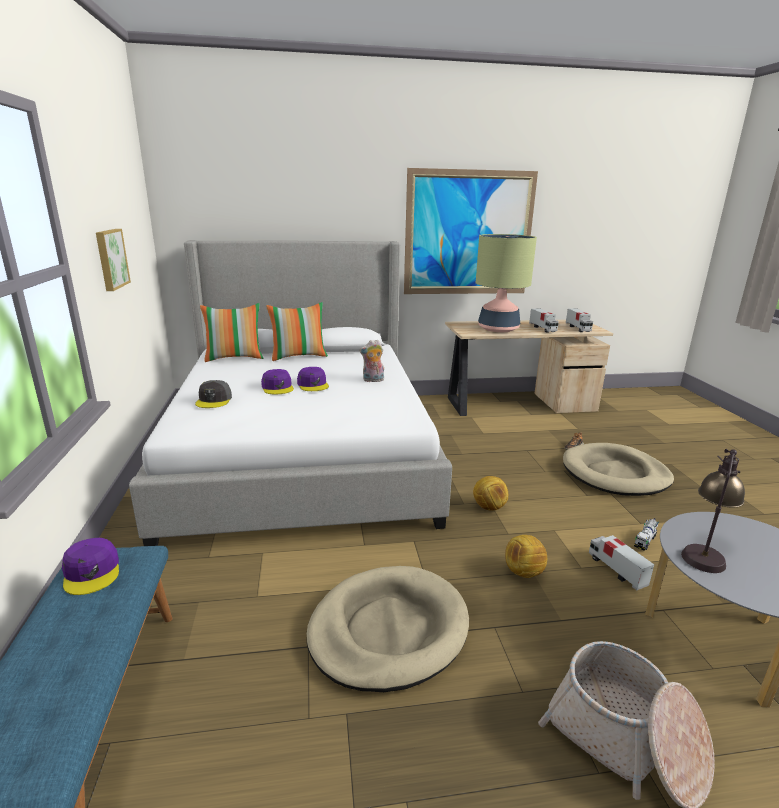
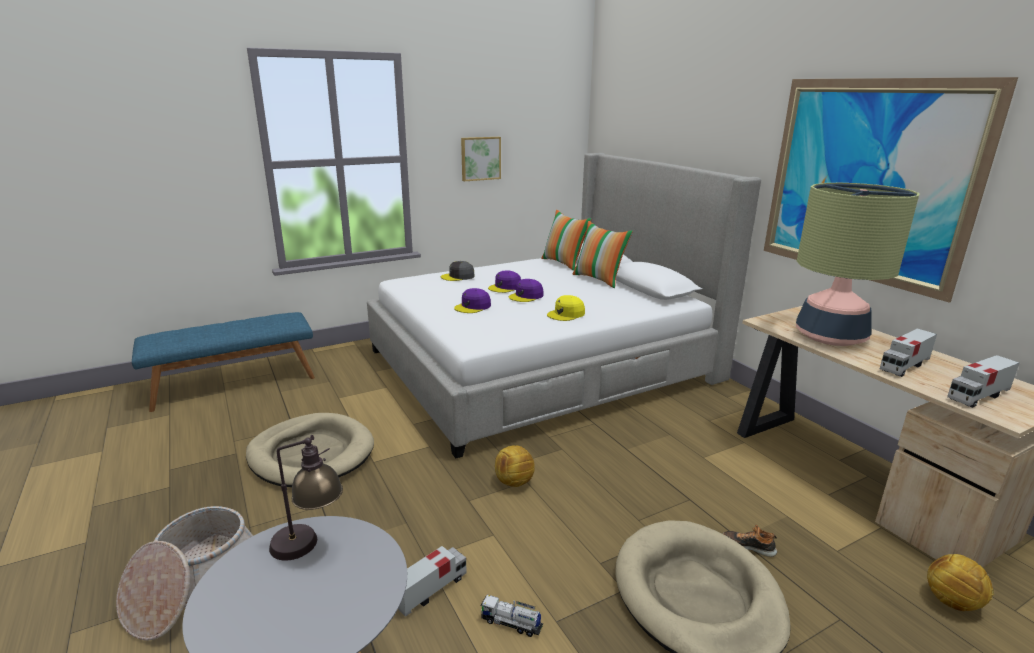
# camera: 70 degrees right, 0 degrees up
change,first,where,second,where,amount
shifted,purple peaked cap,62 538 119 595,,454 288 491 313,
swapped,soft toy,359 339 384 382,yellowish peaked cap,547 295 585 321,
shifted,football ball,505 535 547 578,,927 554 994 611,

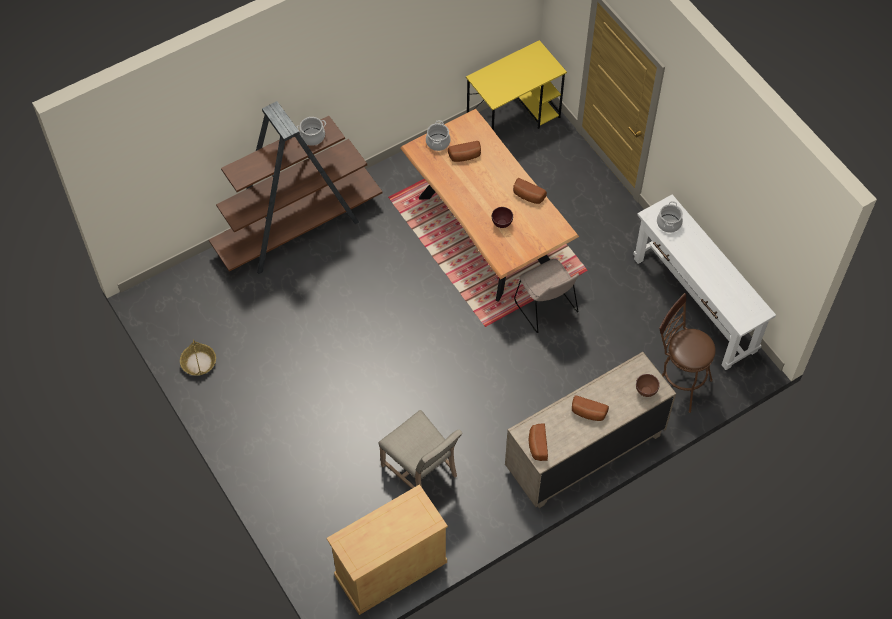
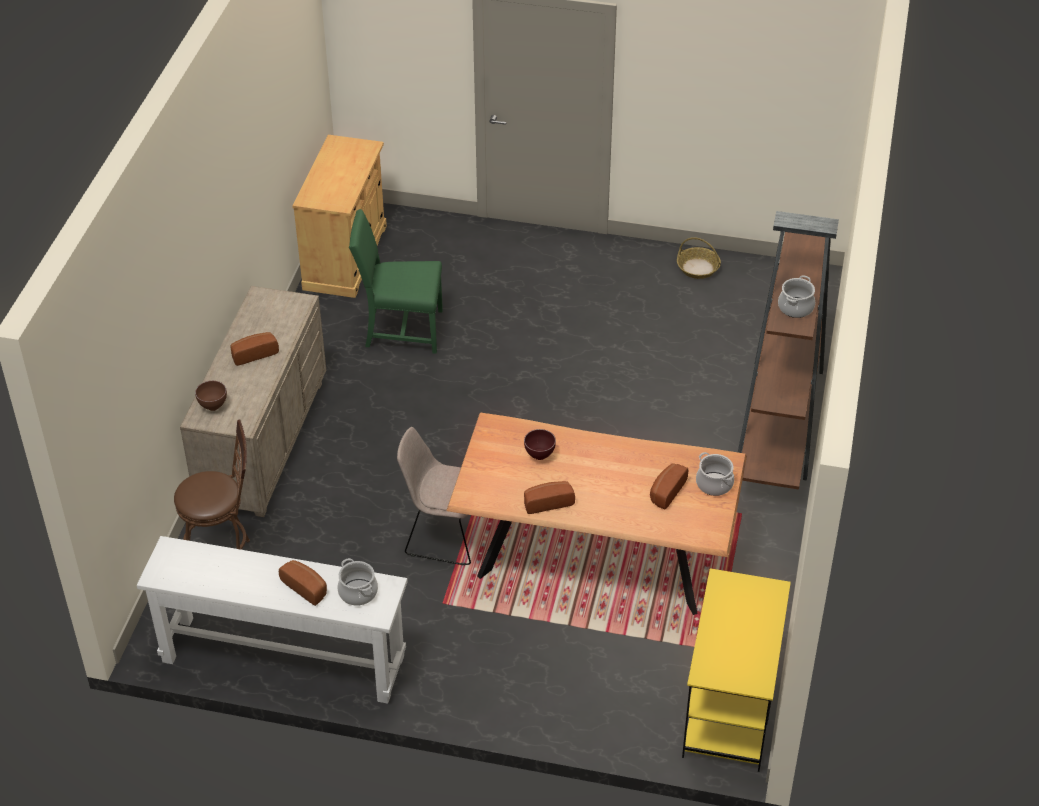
# camera: 135 degrees right, 15 degrees down
change,first,where,second,where,amount
shifted,bakery bread,529 423 548 461,,279 560 327 606,
repainted,sand-coloured plain chair,379 410 463 489,greenish plain chair,349 209 443 354,

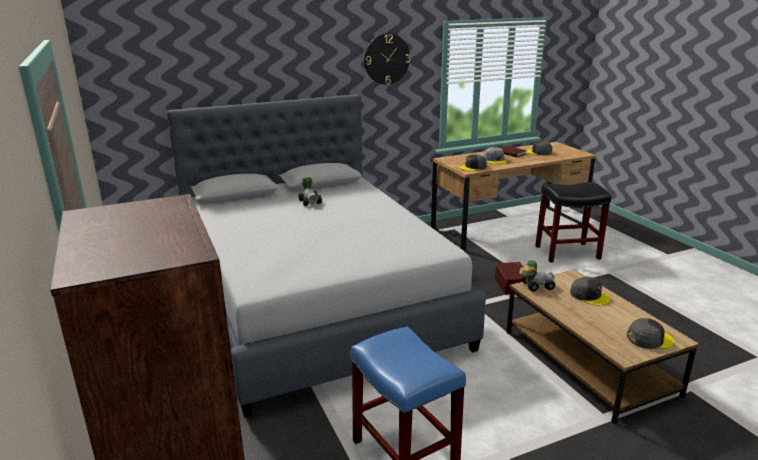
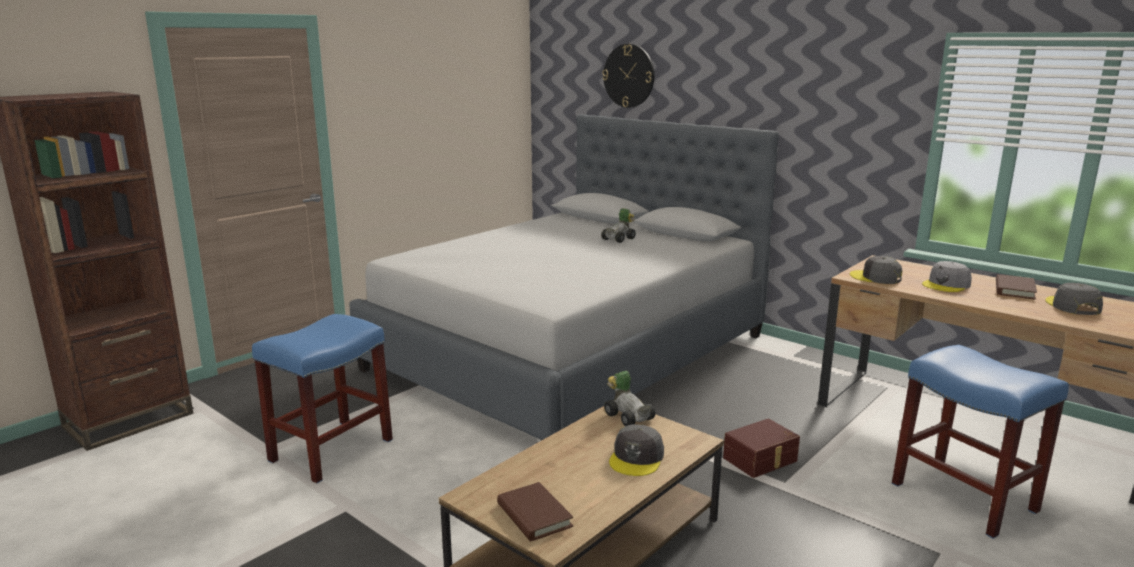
# camera: 65 degrees right, 5 degrees down
change,first,where,second,where,amount
swapped,greyish peaked cap,627 318 674 349,brownish book,497 482 573 541,
shifted,hanging clock,364 33 410 85,,602 44 654 108,
repainted,blackish sitting stool,535 182 611 263,blue-coloured sitting stool,892 345 1069 539,

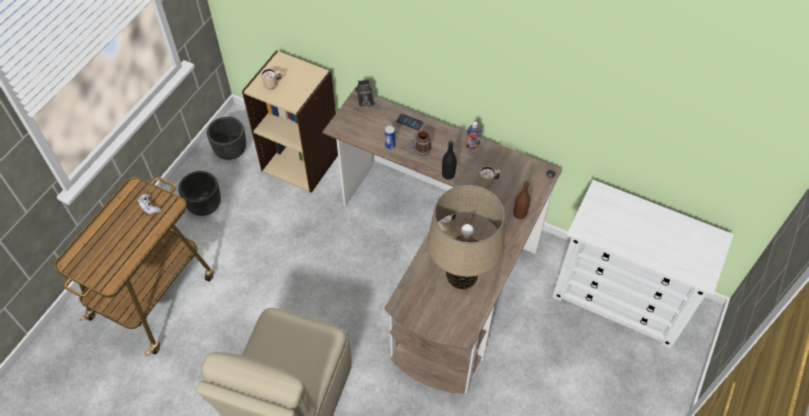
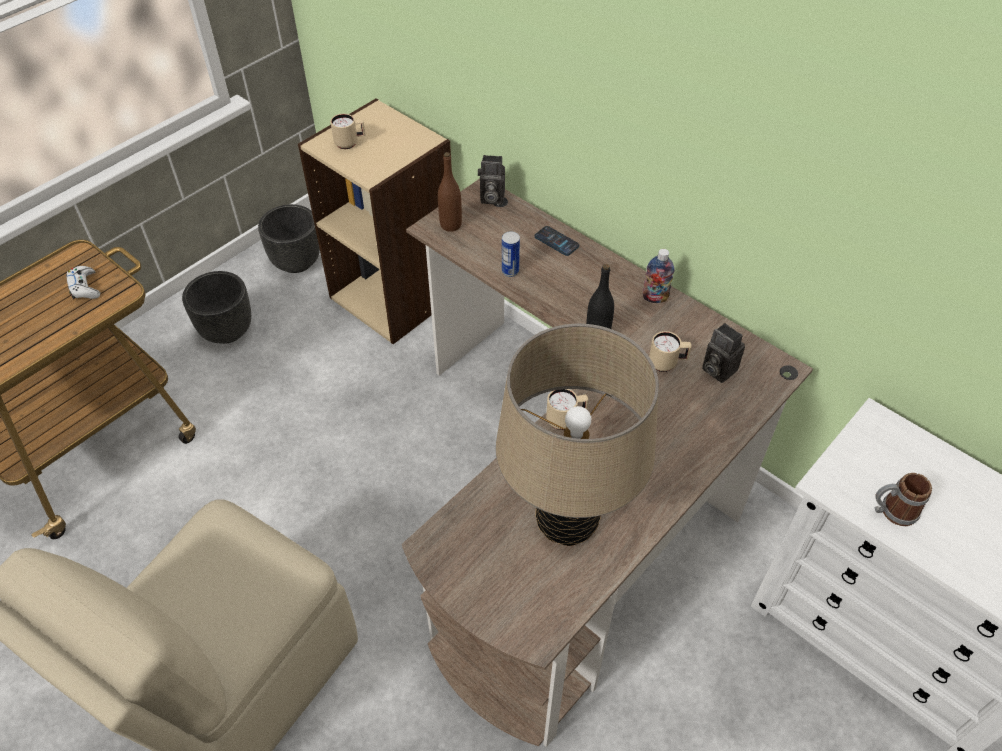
# camera: 15 degrees right, 5 degrees down
change,first,where,second,where,amount
shifted,brownish drink bottle,513 181 530 219,,438 152 462 232,
new,,,photo camera,702 323 745 383,
shifted,tea mug,408 131 431 156,,875 473 932 526,

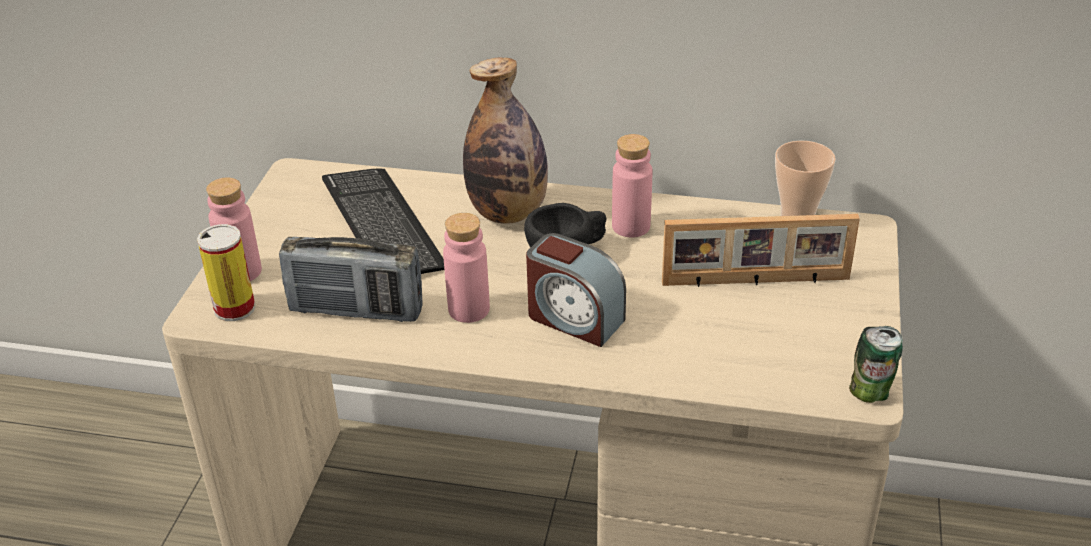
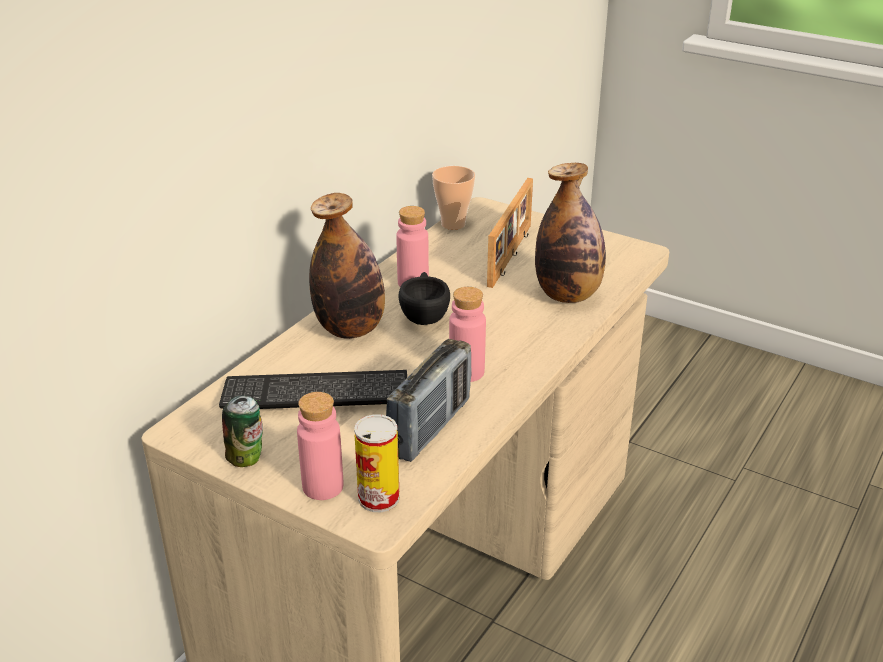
# camera: 70 degrees left, 5 degrees down
change,first,where,second,where,amount
shifted,sealed can,849 326 903 403,,222 396 263 467,
new,,,drink bottle,535 163 606 303,
gone,bedside clock,526 233 626 347,,,

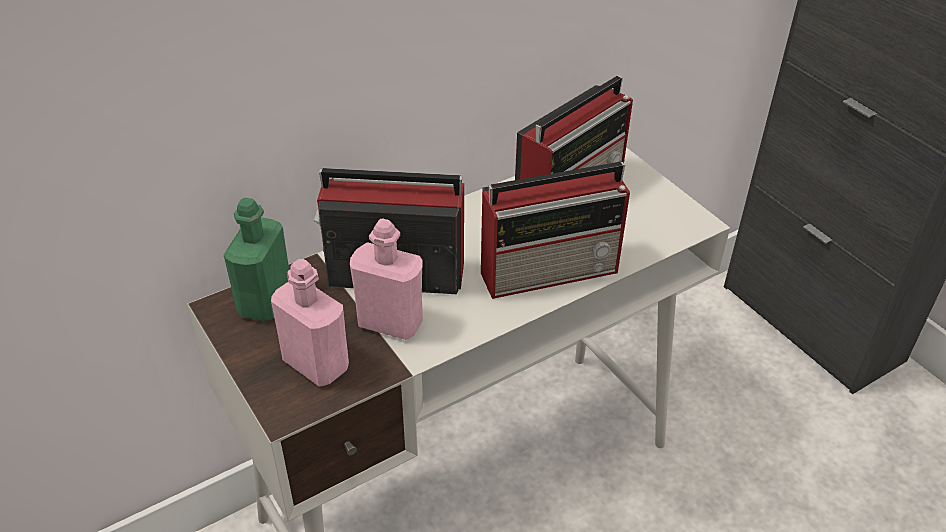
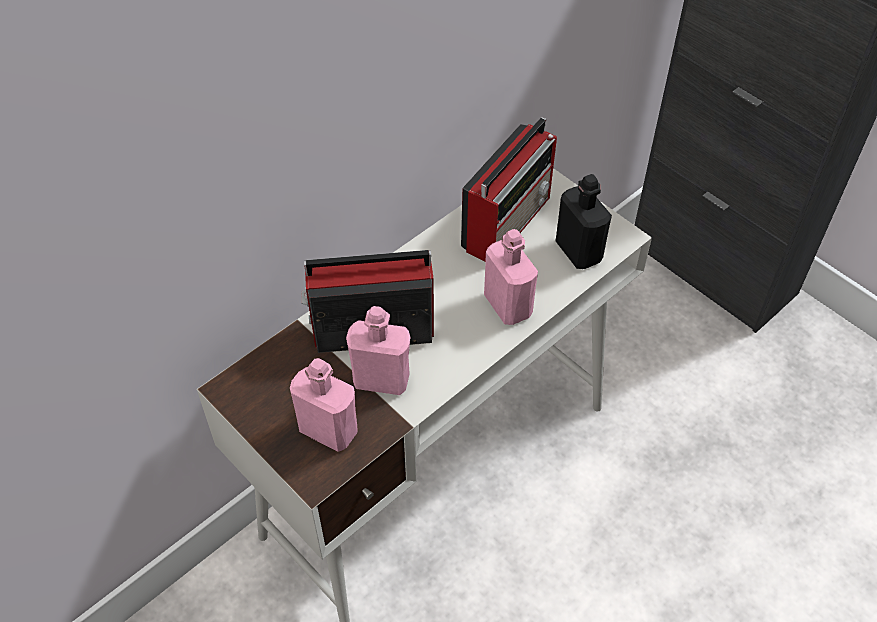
# camera: 10 degrees left, 10 degrees up
change,first,where,second,where,amount
swapped,radio set,481 162 630 299,pink-coloured drink bottle,484 229 538 325,
new,,,blackish drink bottle,556 174 612 269,
gone,greenish drink bottle,224 198 289 321,,,

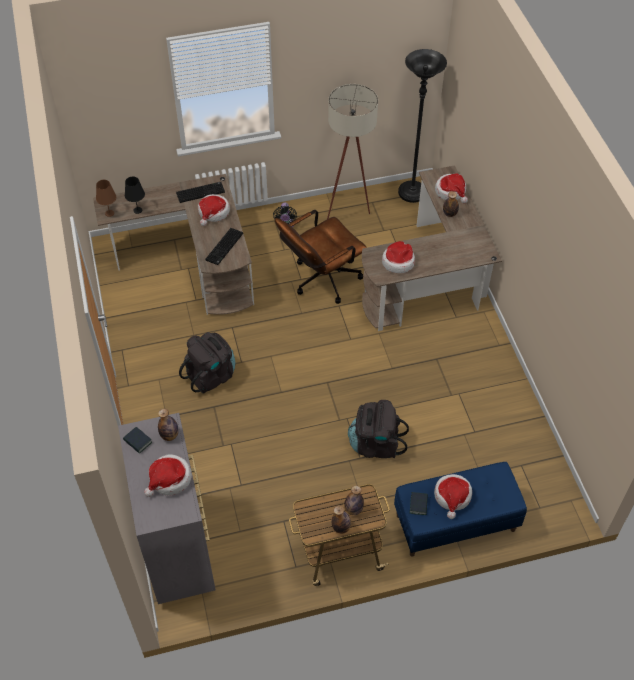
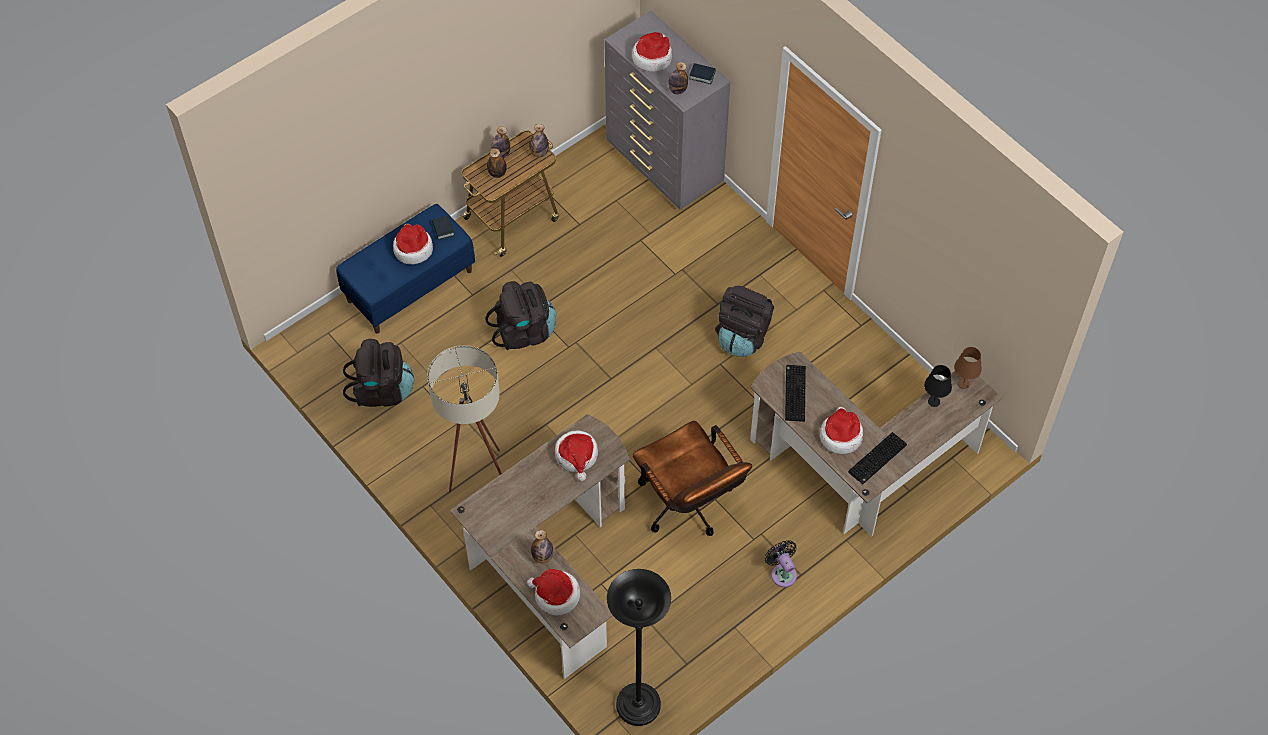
# camera: 155 degrees right, 5 degrees up
change,first,where,second,where,amount
new,,,blackish backpack,343 339 414 407,
shifted,sand-coloured floor lamp,327 84 378 219,,427 345 502 493,
new,,,drink bottle,529 124 549 157,
rotated,brownish desk chair,275 210 367 304,,633 420 752 536,120 degrees clockwise

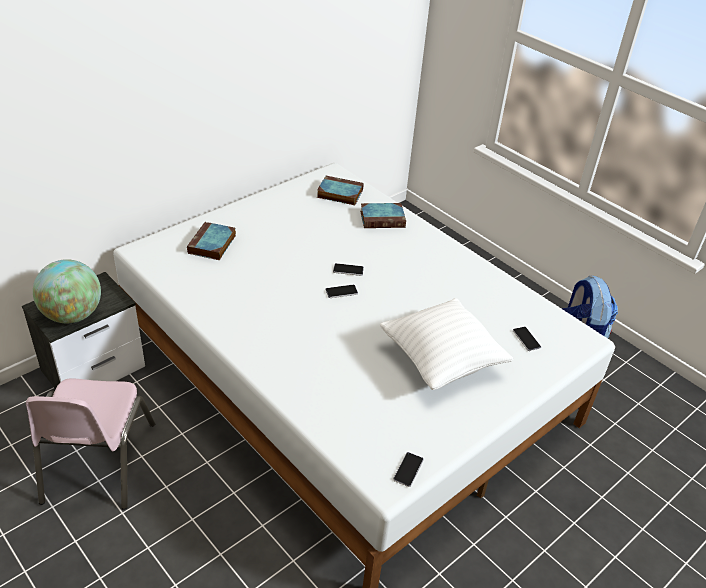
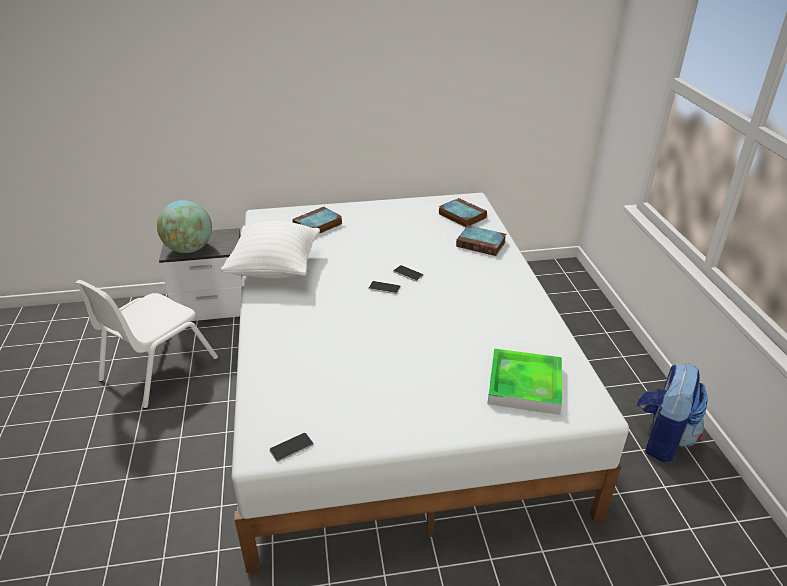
# camera: 35 degrees right, 5 degrees down
change,first,where,second,where,amount
repainted,pink-coloured plain chair,26 379 155 510,white plain chair,75 280 218 409,
shifted,white pillow,380 298 513 390,,221 221 320 279,
swapped,telephone,513 327 541 351,serving tray,487 349 562 415,

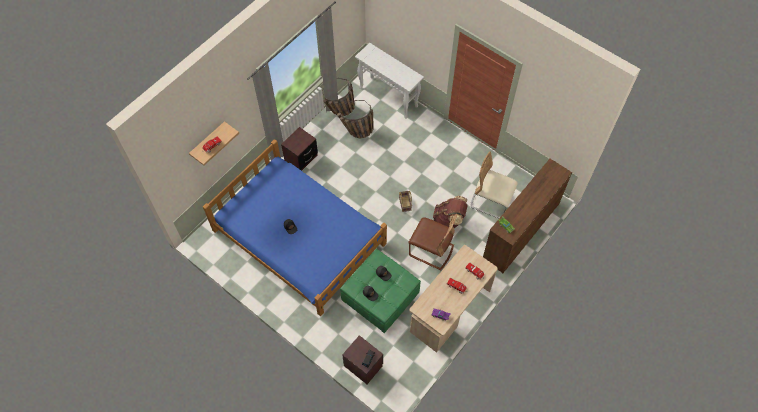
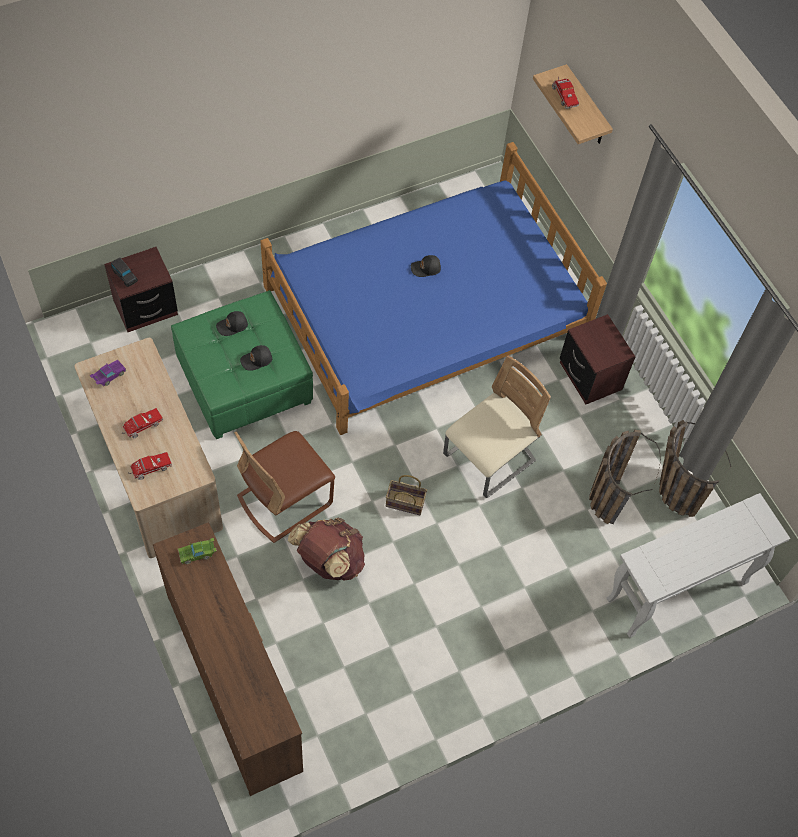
# camera: 110 degrees right, 0 degrees up
change,first,where,second,where,amount
shifted,sand-coloured plain chair,470 151 518 218,,443 355 551 498,

